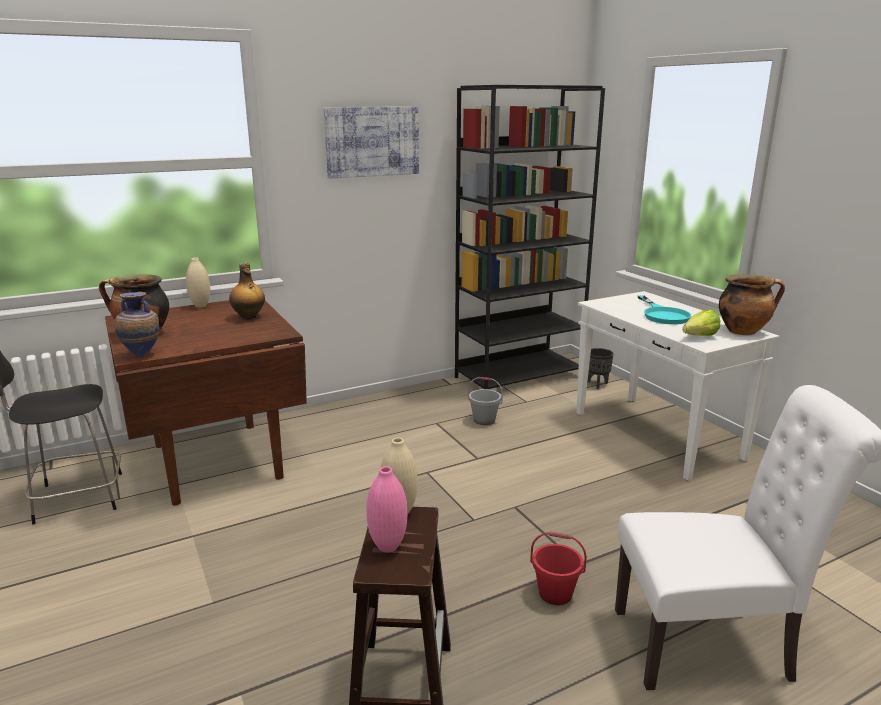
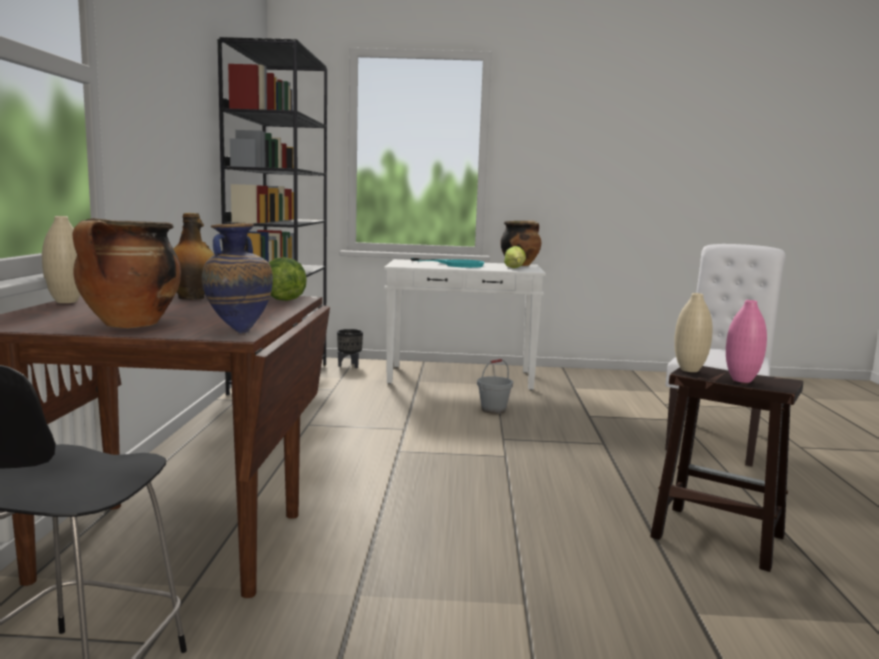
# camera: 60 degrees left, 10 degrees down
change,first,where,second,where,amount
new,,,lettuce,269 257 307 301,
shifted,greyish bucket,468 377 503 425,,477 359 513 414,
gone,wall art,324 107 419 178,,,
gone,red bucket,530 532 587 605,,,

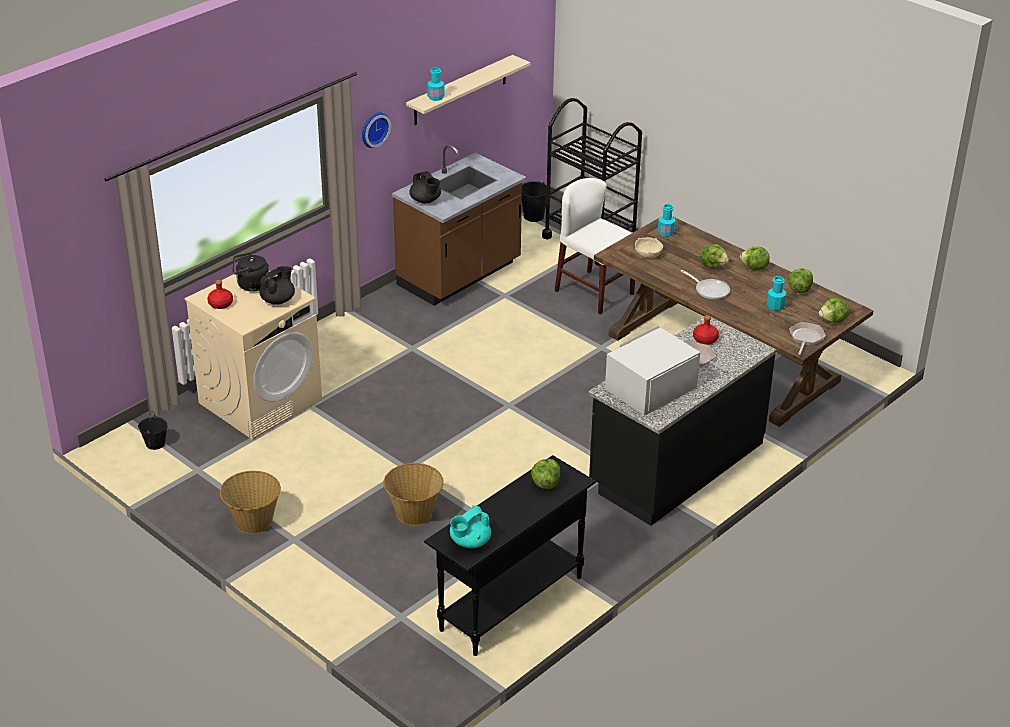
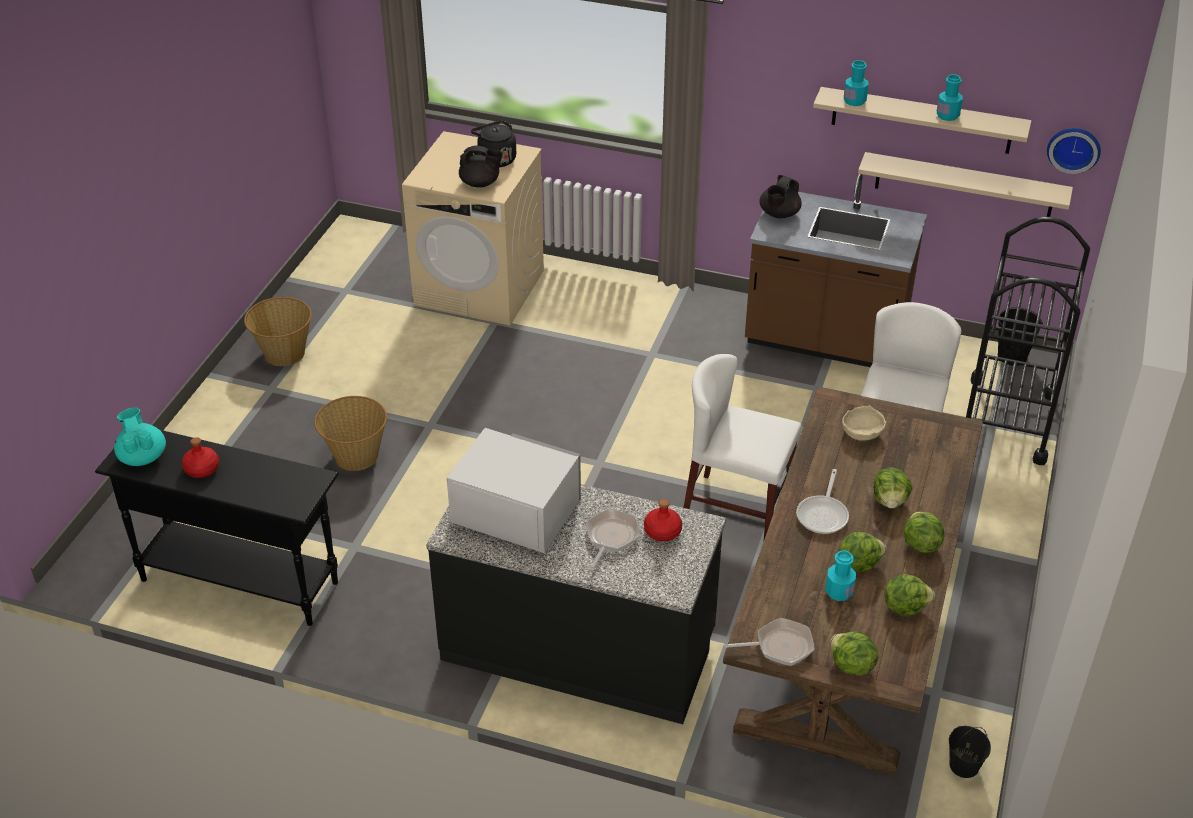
# camera: 65 degrees right, 5 degrees up
change,first,where,second,where,amount
rotated,turquoise-coloured pot for tea,450 505 491 548,,114 407 166 466,45 degrees clockwise
shifted,red drink bottle,207 280 233 309,,182 437 219 478,
new,,,white plain chair,683 354 801 542,
shifted,lettuce,531 459 561 489,,839 532 887 572,
new,,,sand-coloured wall shelf,858 152 1073 217,
shifted,turquoise-coloured drink bottle,658 204 676 237,,937 74 963 121,
shifted,blackish bucket,138 411 168 450,,949 726 991 778,
shifted,hanging clock,362 112 391 148,,1047 128 1101 174,

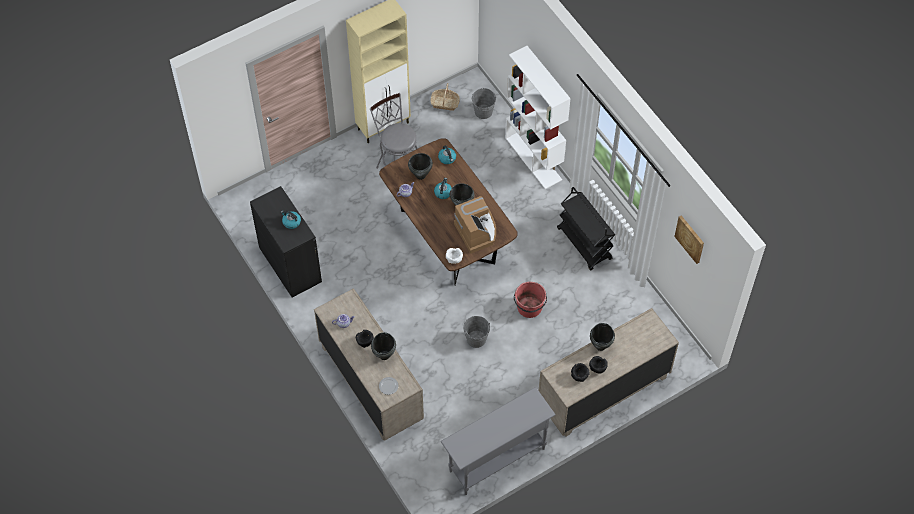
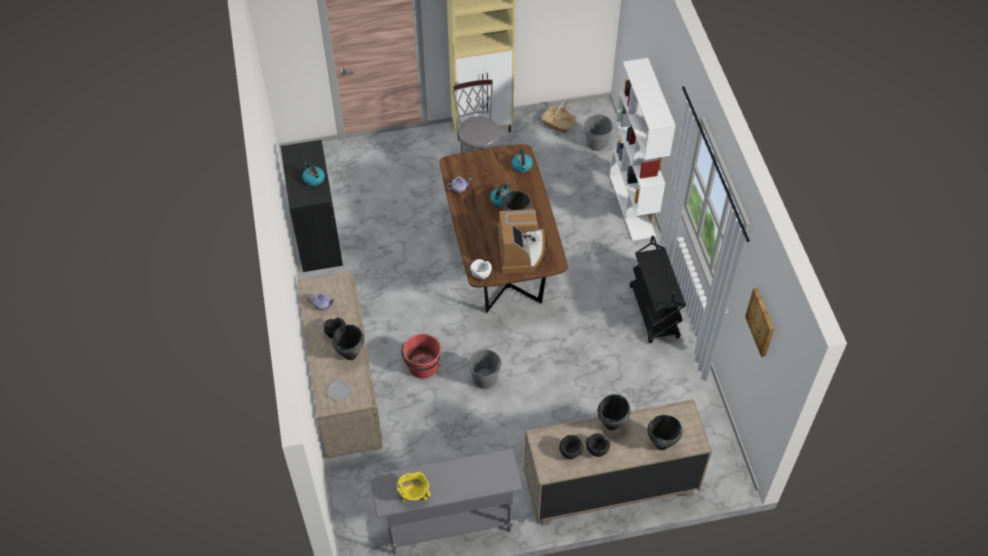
# camera: 20 degrees right, 5 degrees down
change,first,where,second,where,amount
new,,,yellowish saucepot,397 472 431 502,
shifted,red bucket,514 282 547 318,,402 333 441 379,
shifted,blackish saucepot,408 153 433 180,,647 415 683 450,

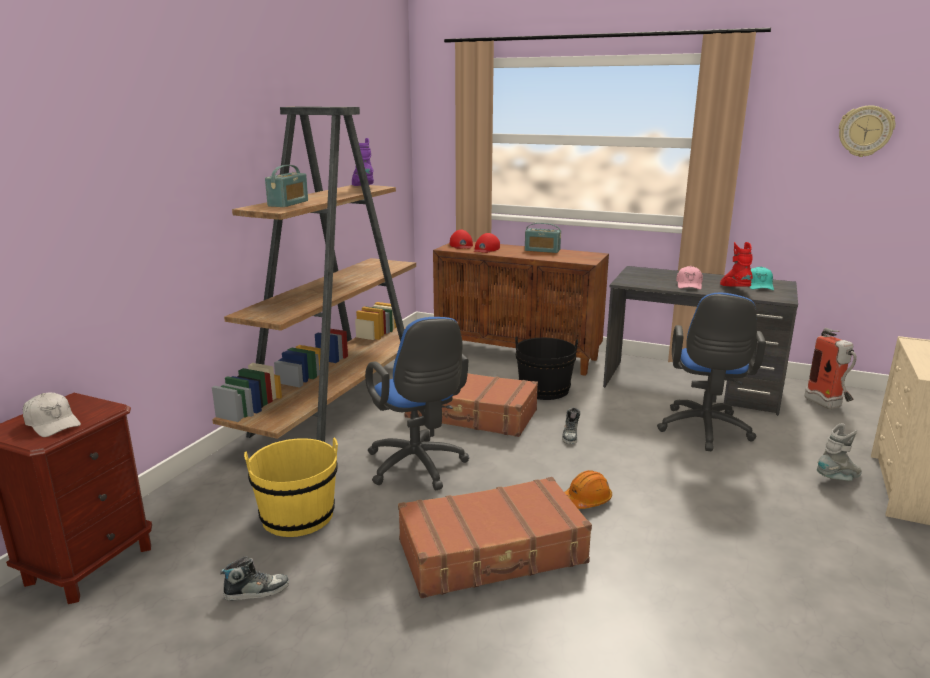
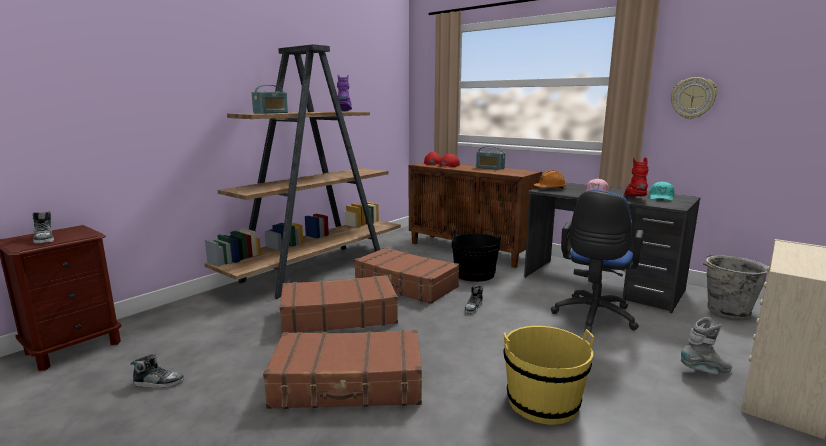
# camera: 15 degrees right, 5 degrees down
change,first,where,second,where,amount
swapped,white peaked cap,23 393 81 437,low shoe,33 212 54 244,
swapped,blue-coloured desk chair,365 317 469 490,brownish travel case,279 275 398 333,
shifted,yellowish bucket,244 437 338 537,,503 326 594 425,
shifted,orange safety helmet,564 470 612 509,,534 170 567 189,
shifted,hanging clock,839 105 895 157,,671 77 717 119,
swapped,extinguisher,804 328 857 409,greyish bucket,703 255 768 319,

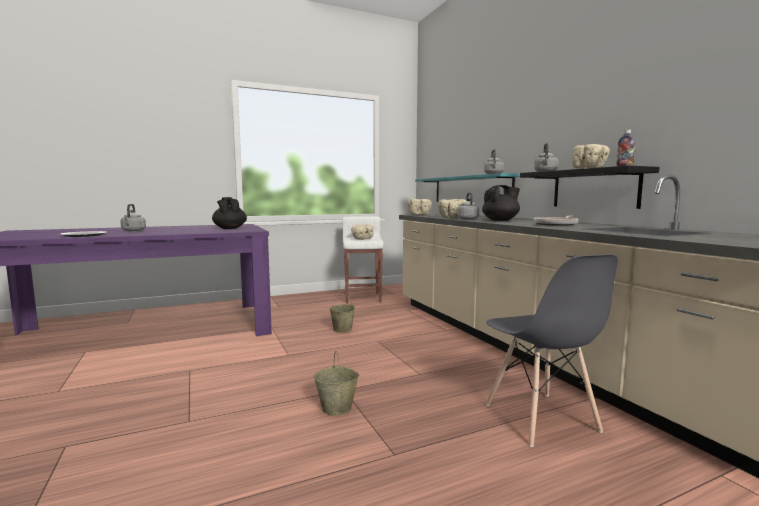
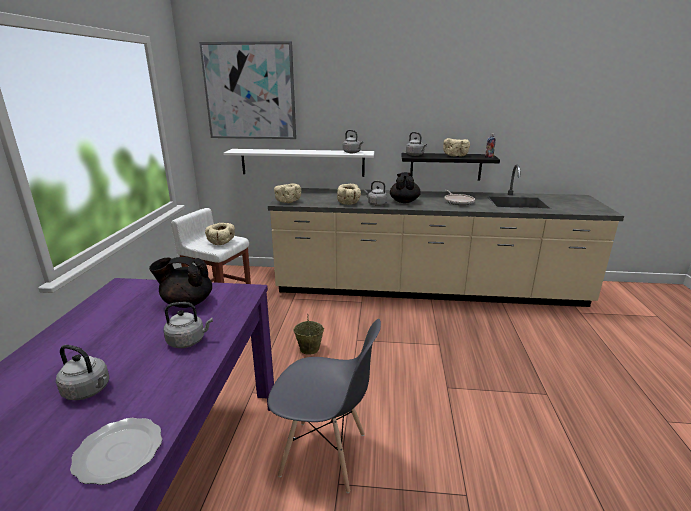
# camera: 60 degrees left, 15 degrees up
change,first,where,second,where,amount
new,,,greyish kettle,164 302 213 348,
new,,,wall art,199 41 296 139,
repainted,turquoise-coloured wall shelf,415 173 520 202,white wall shelf,223 149 375 177,
shifted,greyish plain chair,486 254 618 447,,268 319 381 493,
gone,sand-coloured bucket,314 351 359 416,,,

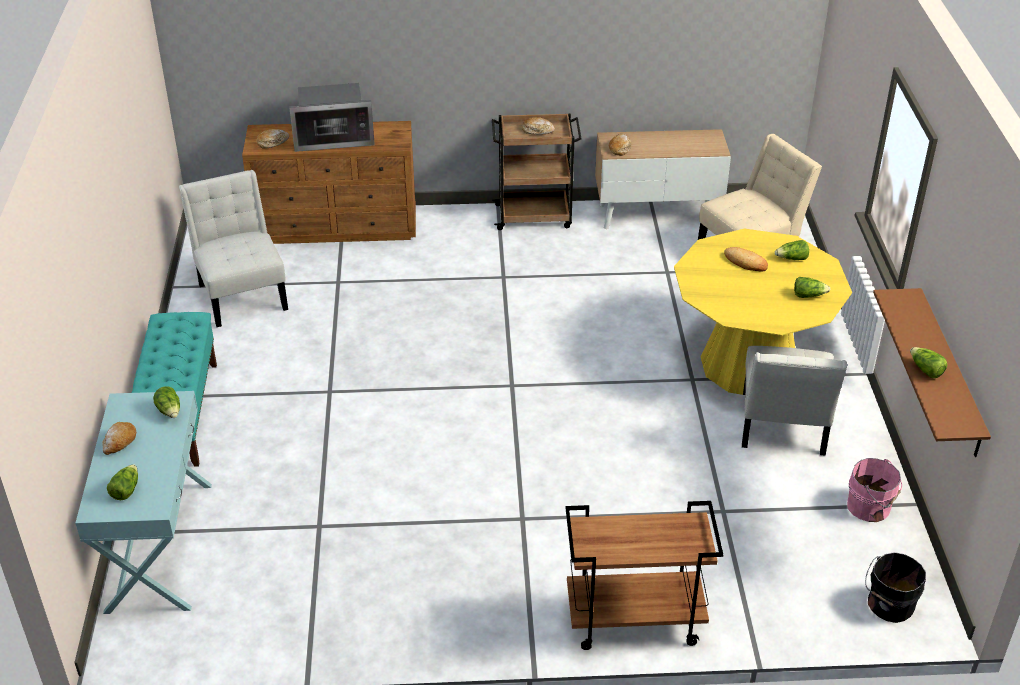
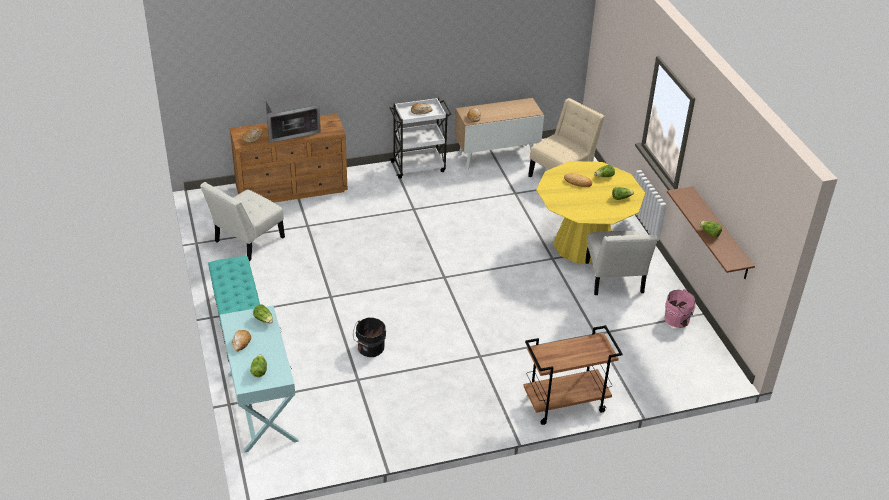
# camera: 15 degrees left, 0 degrees up
change,first,where,second,where,amount
rotated,white plain chair,179 170 288 327,,200 182 285 261,105 degrees counterclockwise
shifted,blackish bucket,865 552 926 623,,353 317 386 357,
repainted,brownish trolley,492 113 582 230,white trolley,389 98 451 179,

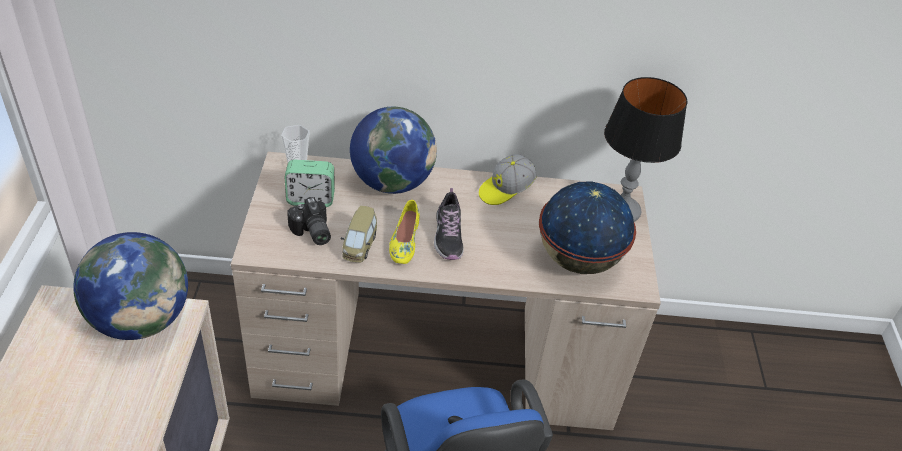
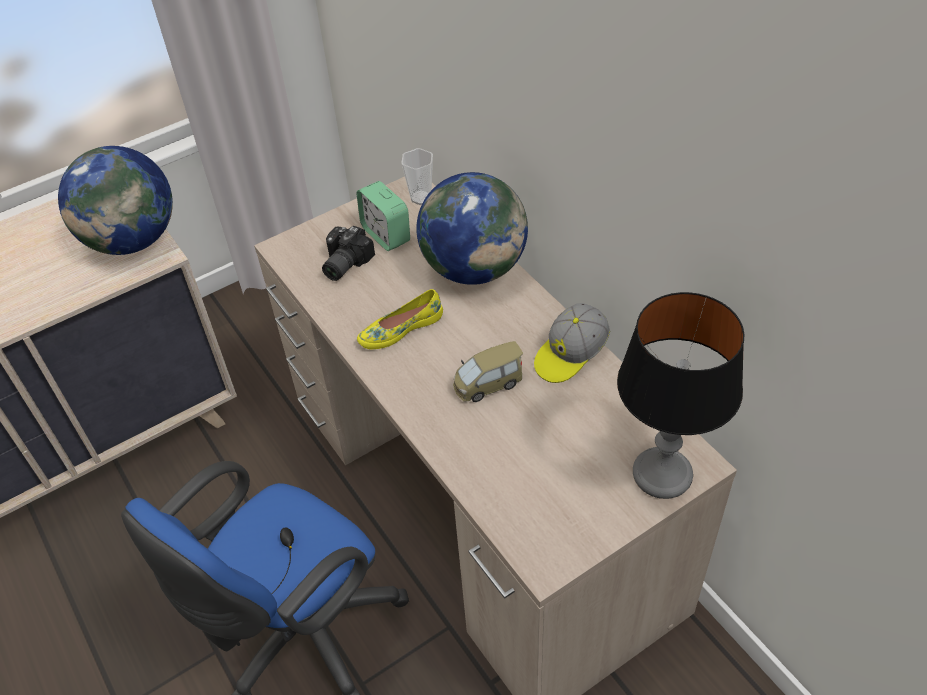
# camera: 60 degrees right, 5 degrees up
change,first,where,second,where,amount
shifted,miniature car,341 206 377 262,,453 341 523 402,
rotated,peaked cap,479 154 537 205,,534 303 610 383,60 degrees counterclockwise
gone,low shoe,434 188 464 260,,,
gone,world globe,539 181 636 274,,,

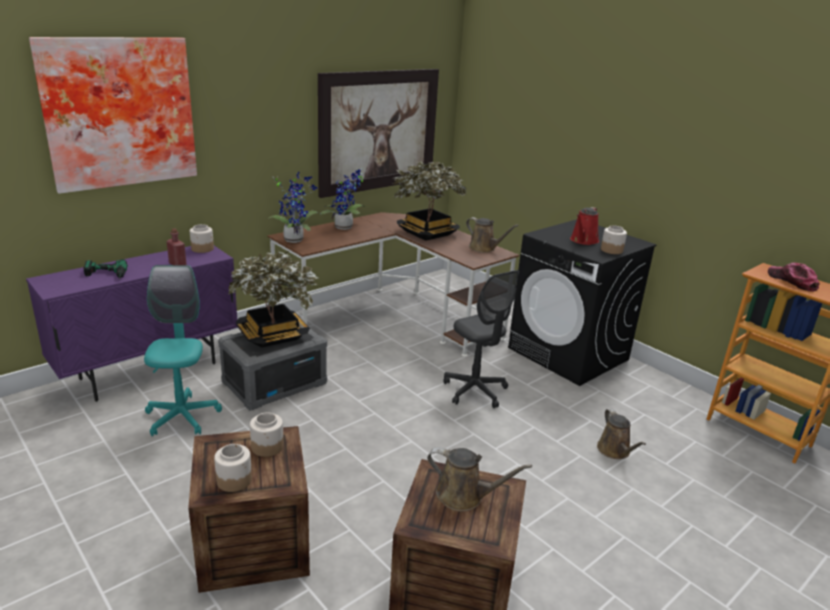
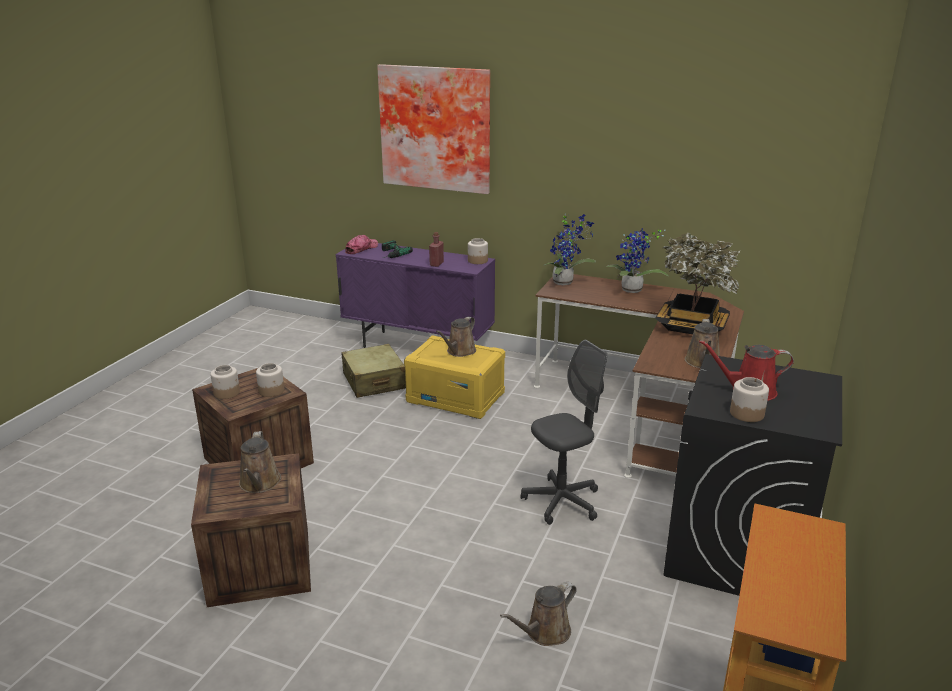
# camera: 65 degrees right, 0 degrees up
change,first,where,second,where,amount
swapped,turquoise-coloured desk chair,144 265 222 436,sand-coloured travel case,341 344 406 398,
shifted,peaked cap,768 263 820 292,,345 235 378 254,
repainted,greyish storage box,218 321 327 411,yellowish storage box,404 335 505 419,
swapped,plant in a pot,229 251 318 347,brownish sprinkling can,436 317 476 357,
rotated,greyish desk chair,443 270 519 408,,520 340 607 525,150 degrees counterclockwise
gone,wall art,318 69 439 198,,,

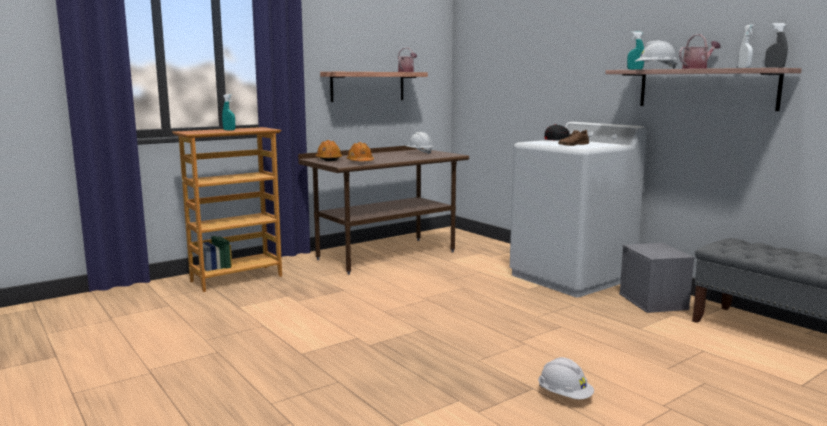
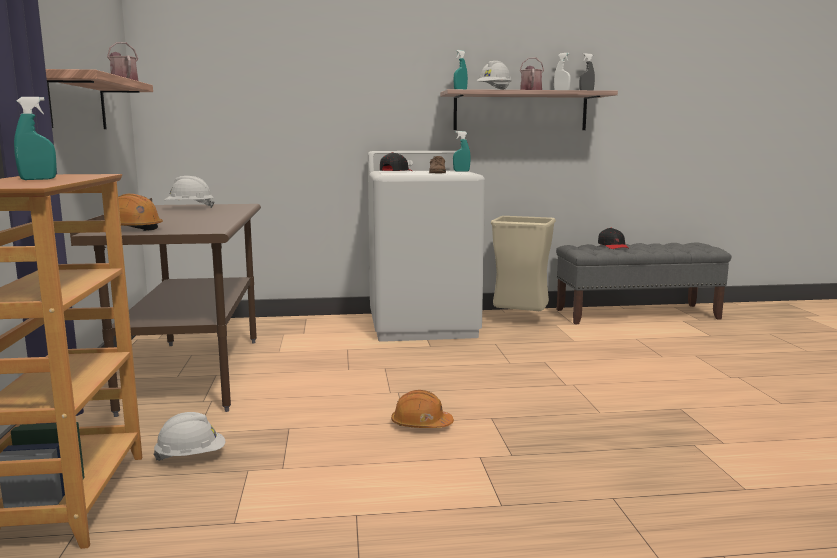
# camera: 60 degrees left, 0 degrees up
change,first,where,second,where,amount
shifted,white safety helmet,538 357 594 399,,153 412 225 461,
shifted,orange safety helmet,346 142 374 161,,391 390 454 428,
new,,,turquoise-coloured hand sprayer,453 131 471 172,
swapped,greyish storage box,619 243 695 313,sand-coloured rubbish bin,491 216 556 311,
new,,,blackish peaked cap,598 228 629 249,

